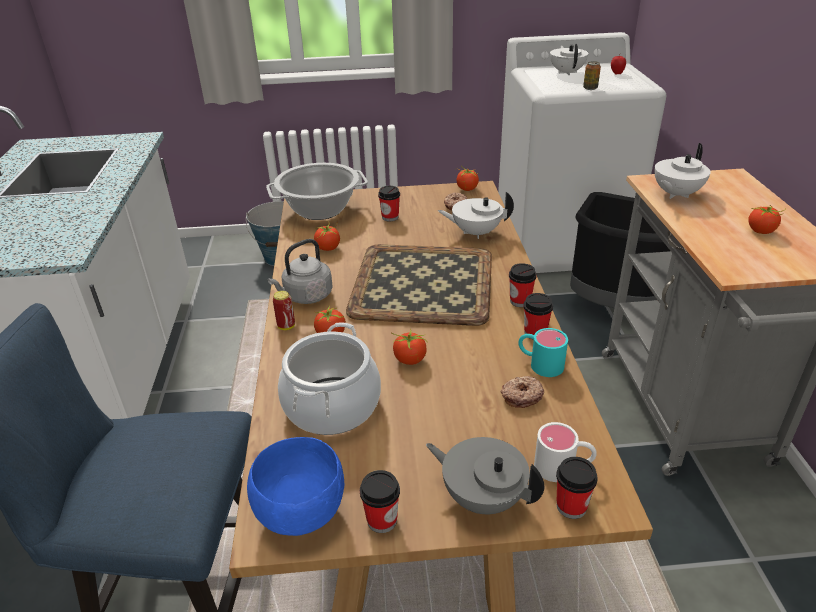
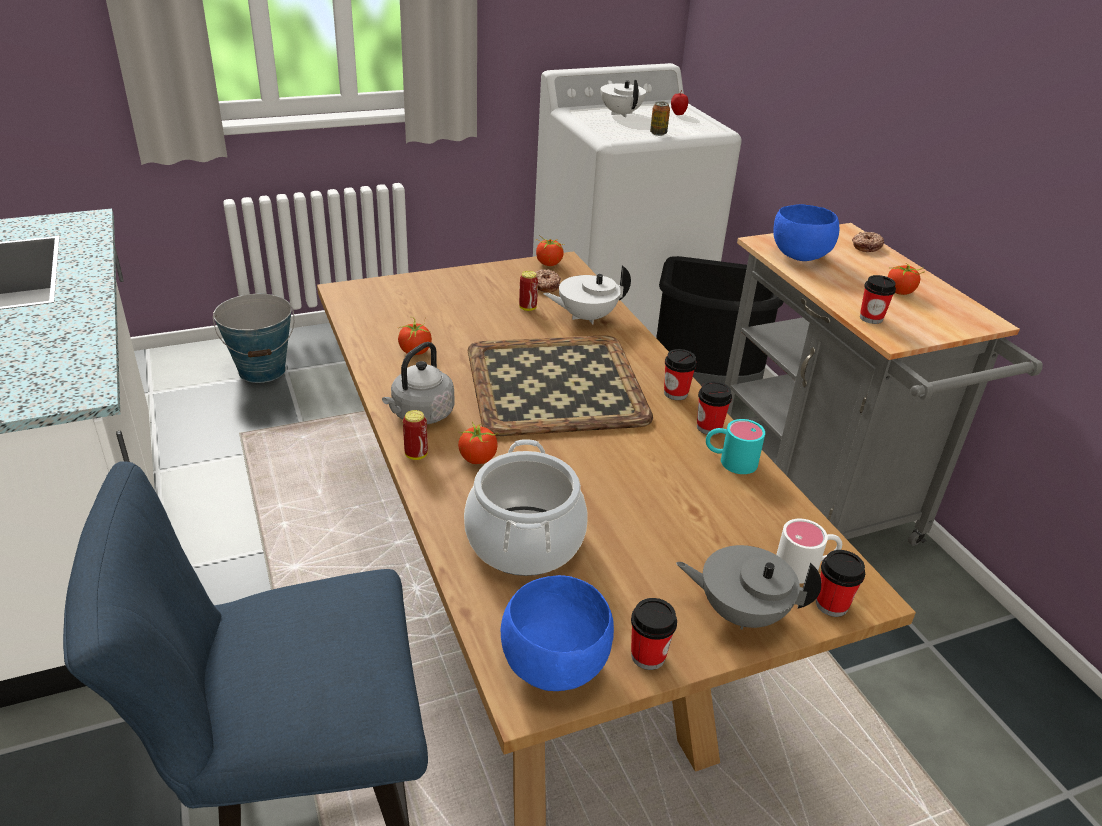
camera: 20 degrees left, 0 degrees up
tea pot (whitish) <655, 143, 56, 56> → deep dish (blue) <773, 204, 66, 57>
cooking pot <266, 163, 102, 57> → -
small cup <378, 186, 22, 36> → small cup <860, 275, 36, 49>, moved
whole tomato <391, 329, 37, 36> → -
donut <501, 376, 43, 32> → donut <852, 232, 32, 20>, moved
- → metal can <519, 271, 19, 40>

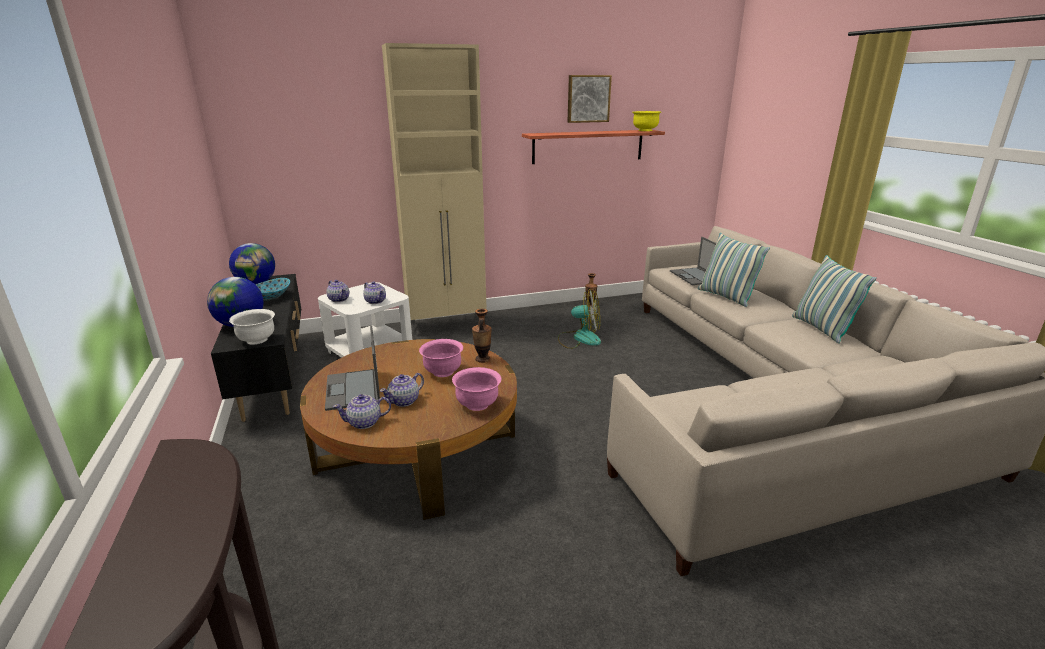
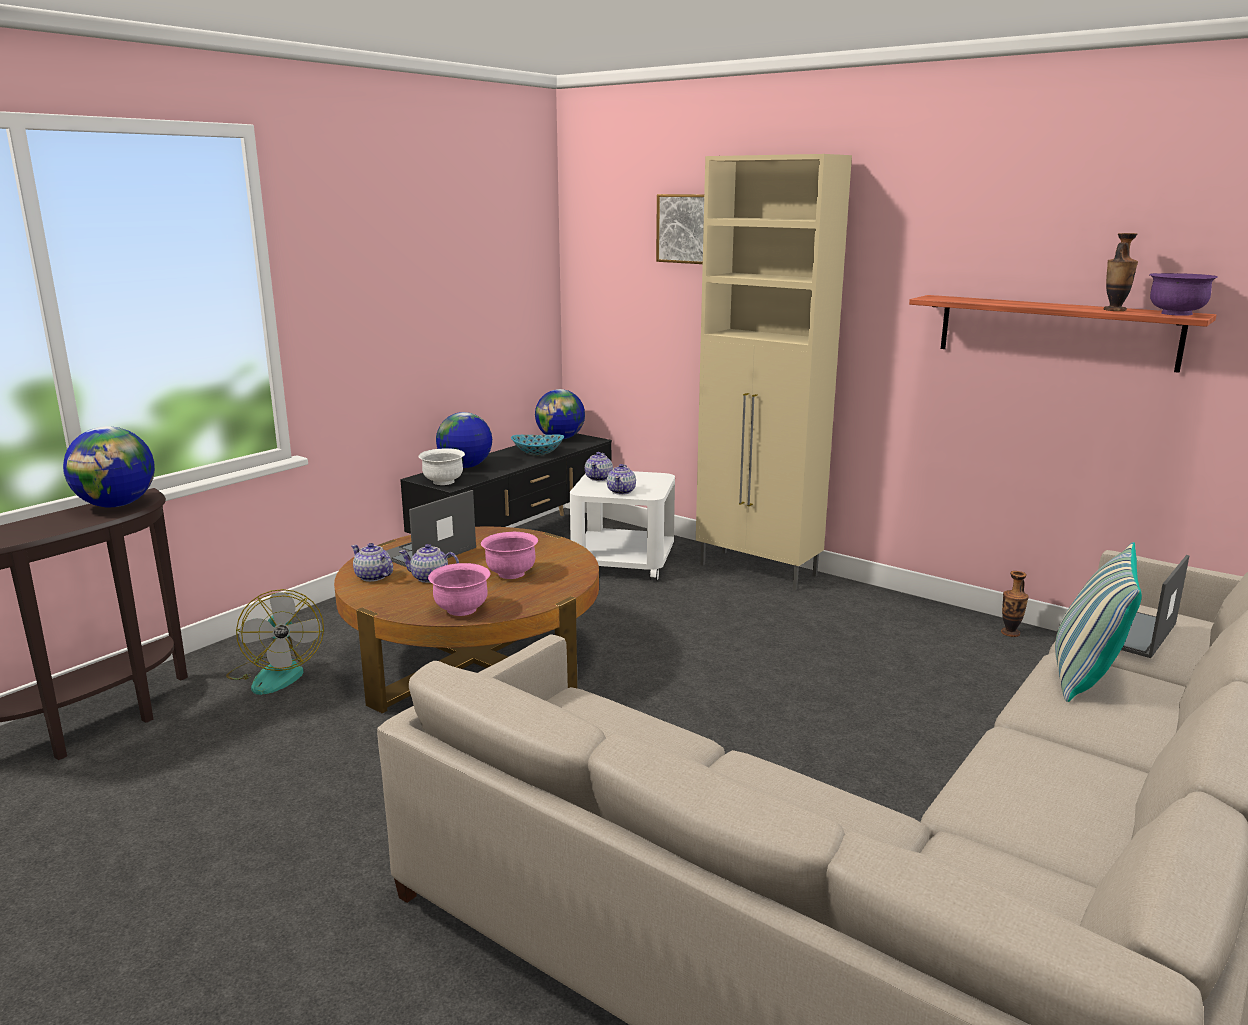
camera: 55 degrees right, 5 degrees down
wall picture <567, 75, 45, 48> → wall picture <656, 194, 48, 70>, moved
deep dish (yellow) <633, 111, 28, 20> → deep dish (purple) <1149, 273, 69, 43>
cushion <792, 255, 85, 88> → -
electric fan <558, 289, 43, 60> → electric fan <226, 589, 98, 106>, moved
decorative vase <472, 309, 20, 54> → decorative vase <1104, 233, 34, 78>, moved
- → desk globe <63, 426, 92, 81>

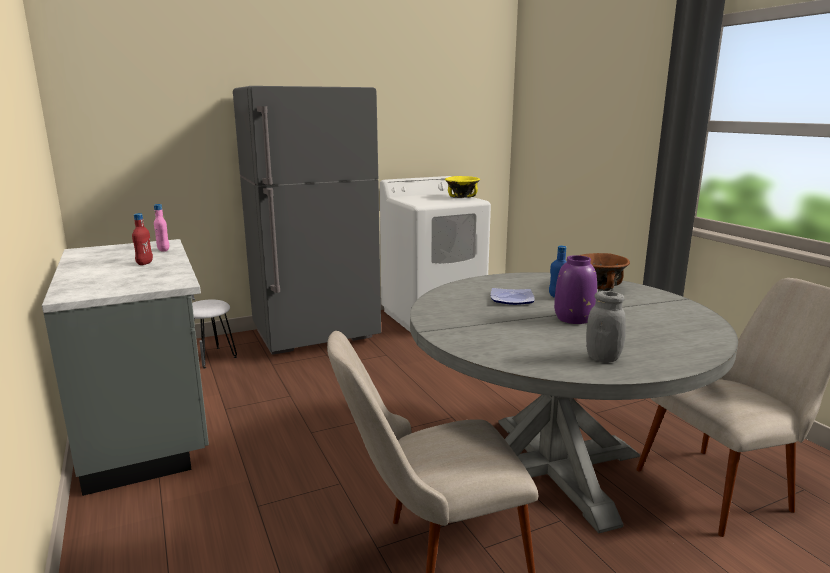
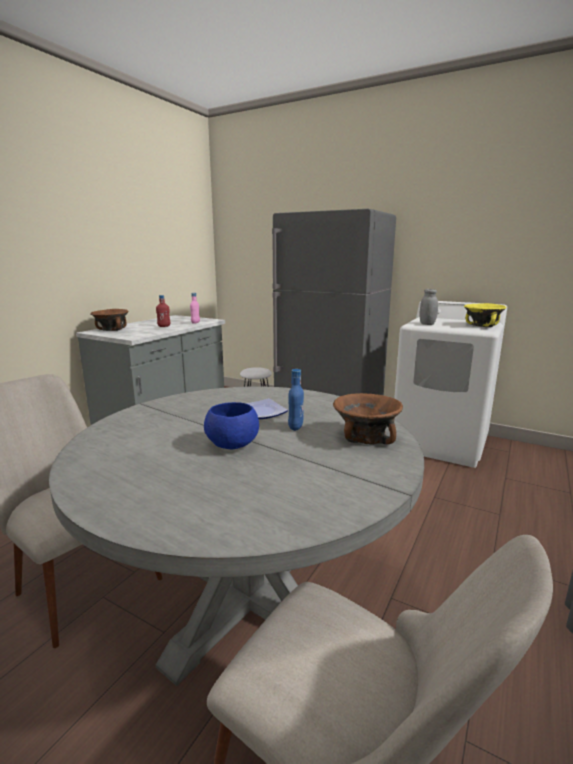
camera: 55 degrees right, 0 degrees up
decorative vase (purple) <554, 255, 43, 69> → deep dish (blue) <204, 402, 55, 47>
jar (gray) <586, 291, 40, 71> → jar (gray) <419, 289, 19, 36>, moved
- → deep dish (brown) <90, 309, 39, 22>

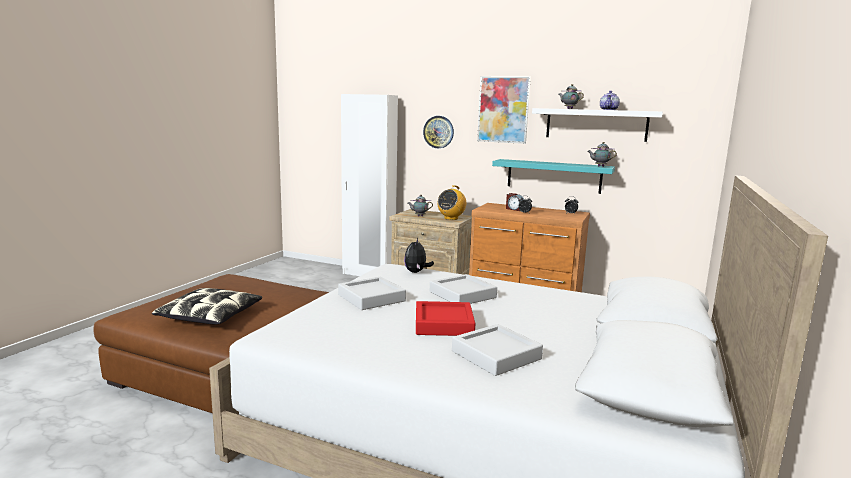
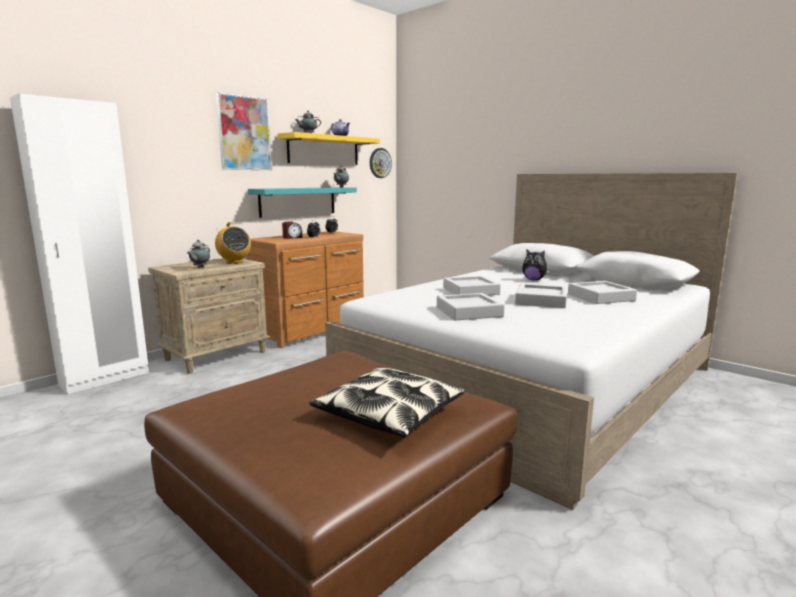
camera: 70 degrees left, 0 degrees up
bracket shelf (whitish) <532, 108, 131, 34> → bracket shelf (yellow) <277, 132, 103, 33>
hanging clock <423, 116, 31, 32> → hanging clock <370, 148, 22, 30>, moved
soft toy <404, 238, 30, 35> → soft toy <522, 250, 29, 30>, moved
carrying tray (red) <416, 301, 59, 35> → carrying tray (gray) <515, 284, 52, 24>

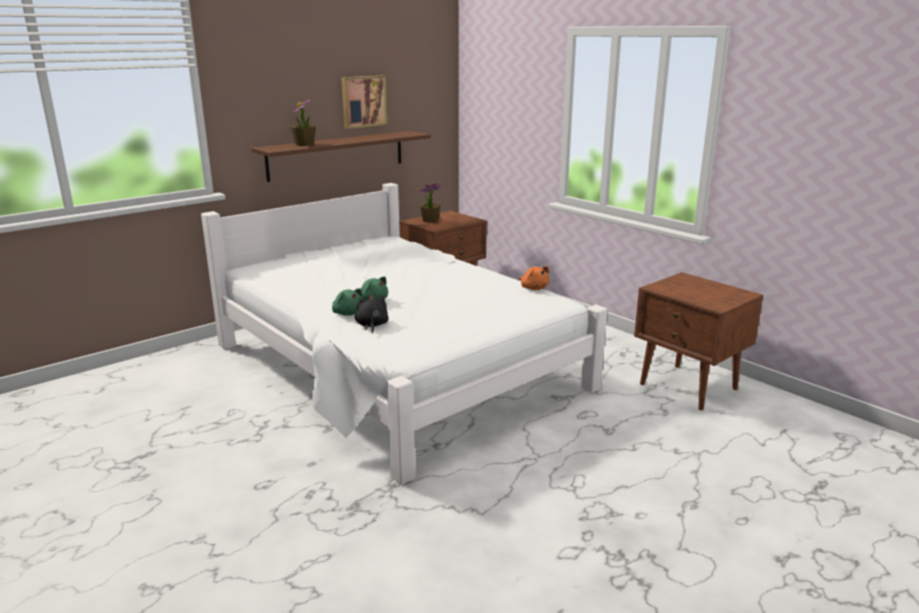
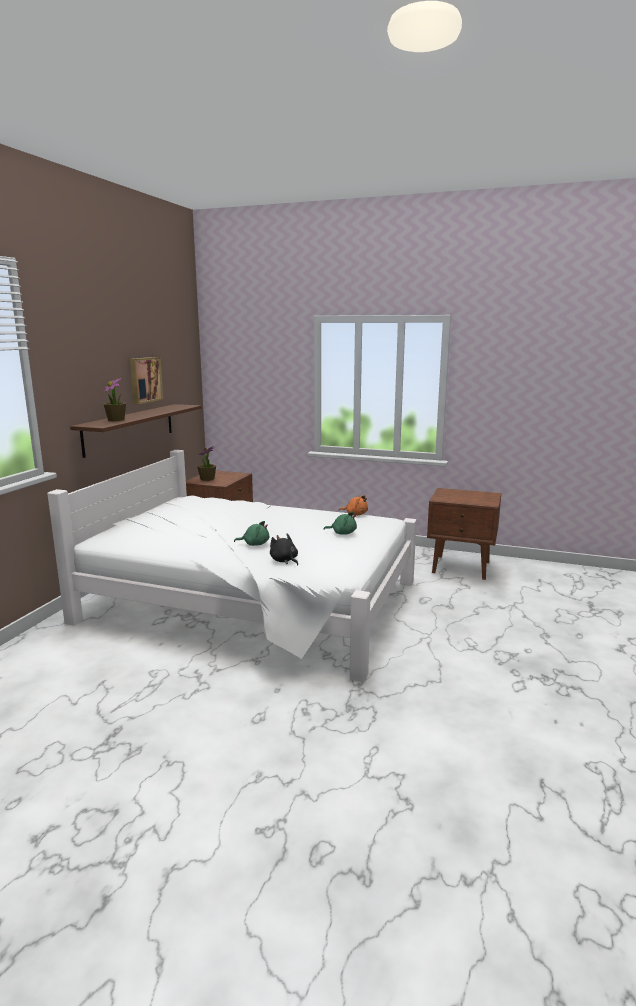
camera: 30 degrees left, 5 degrees down
soft toy (green-coloured) <332, 288, 31, 28> → soft toy (green-coloured) <323, 512, 34, 23>, moved

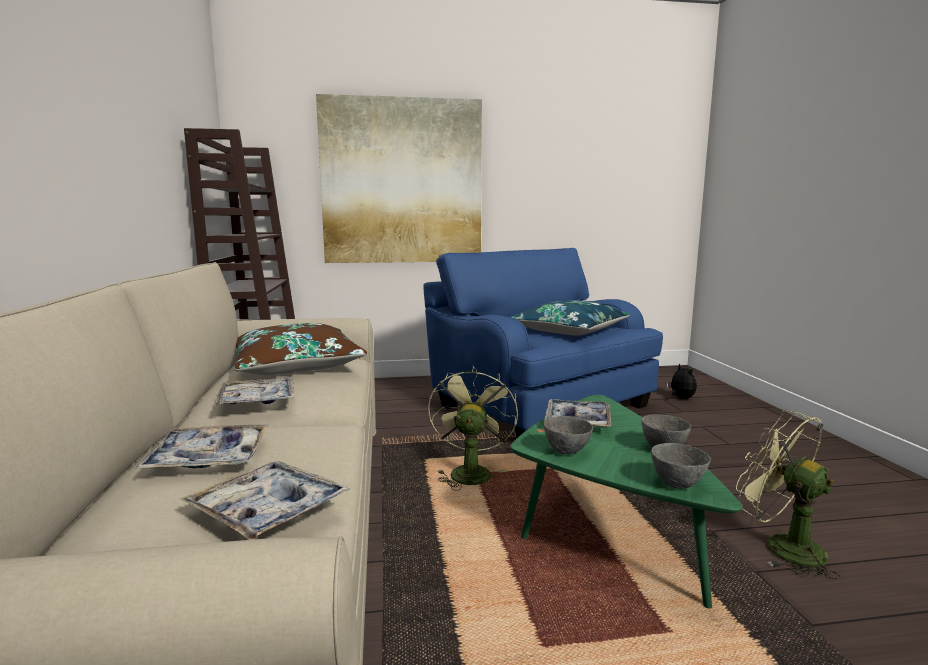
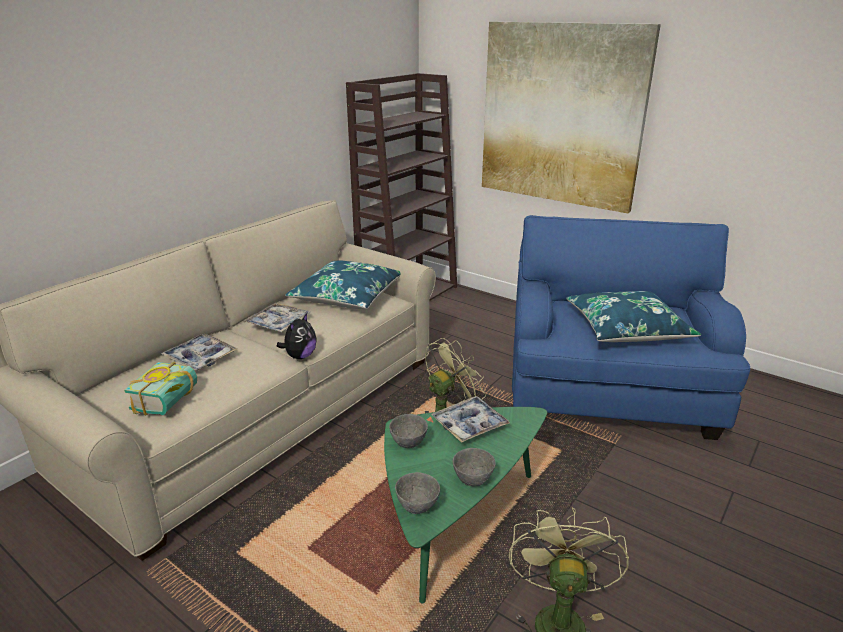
camera: 45 degrees right, 15 degrees up
cushion (brown) <234, 323, 133, 52> → cushion (blue) <285, 260, 116, 49>
soft toy <667, 364, 30, 35> → soft toy <277, 313, 40, 46>, moved
carrying tray <180, 461, 170, 79> → volume <124, 362, 73, 54>

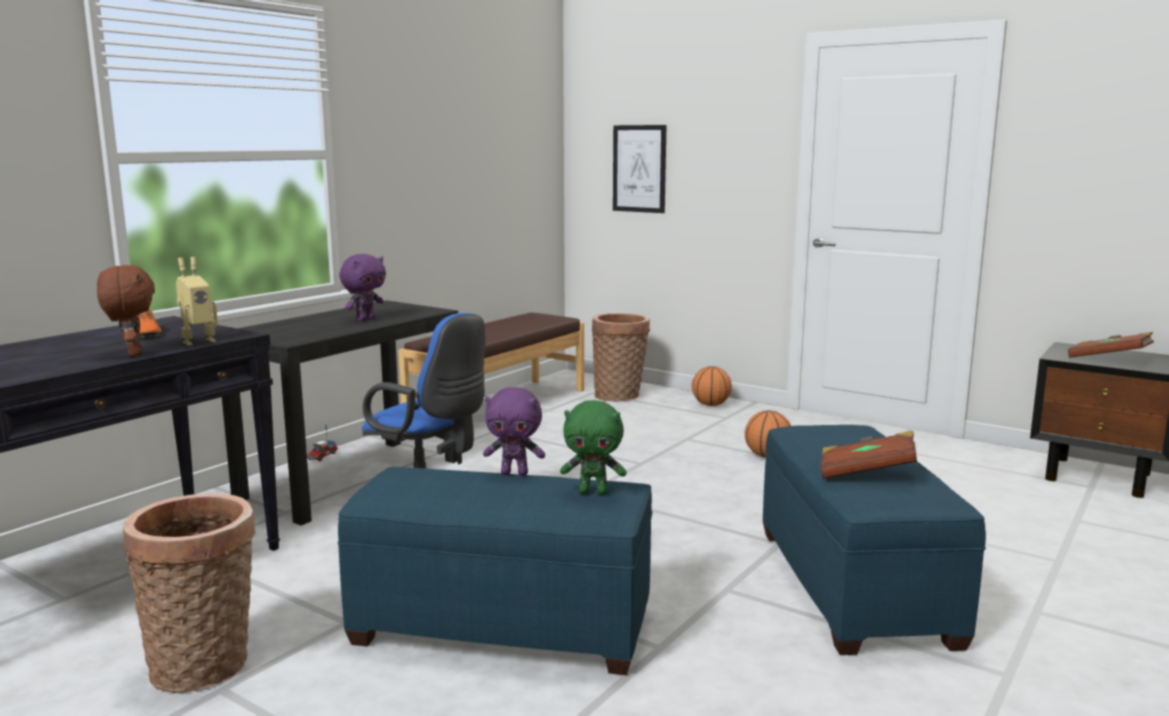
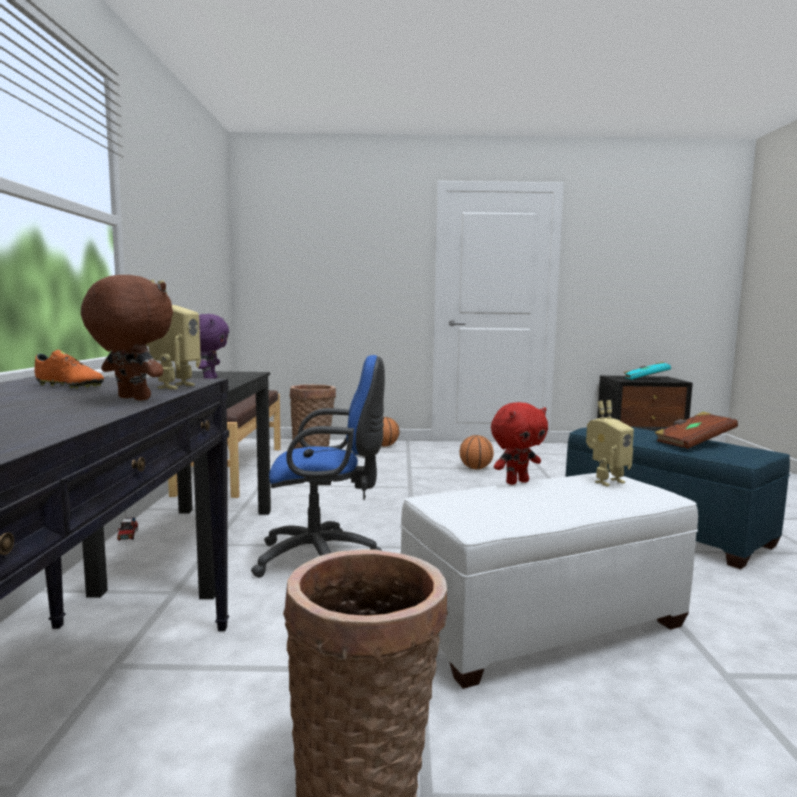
camera: 35 degrees left, 5 degrees down
wall picture <613, 125, 53, 88> → -
volume (brown) <1068, 332, 86, 26> → volume (turquoise) <624, 362, 47, 18>
soft toy (purple) <483, 387, 62, 89> → soft toy (red) <491, 402, 57, 83>
soft toy (green-coloured) <560, 400, 67, 95> → toy robot <586, 400, 48, 86>
ottoman (blue) <338, 467, 315, 208> → ottoman (whitish) <400, 472, 298, 217>

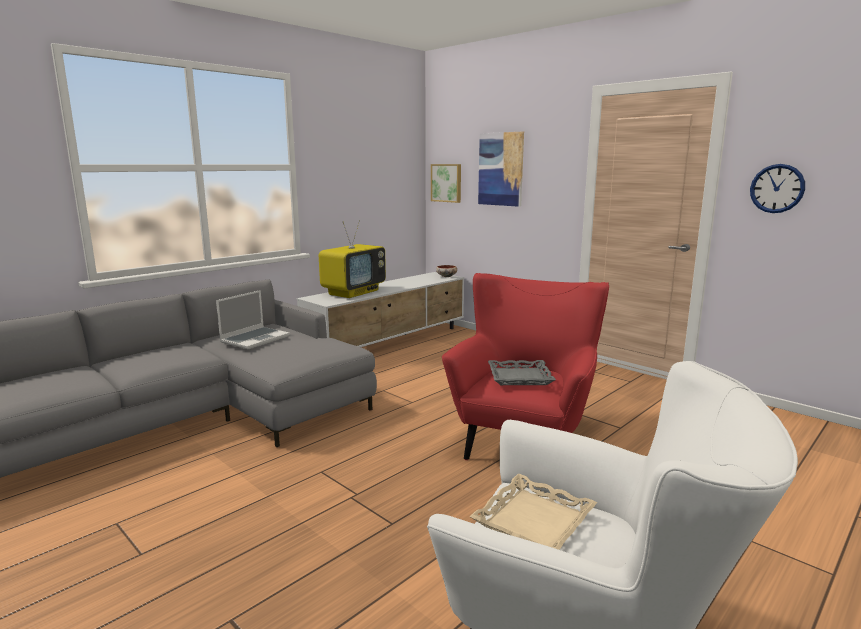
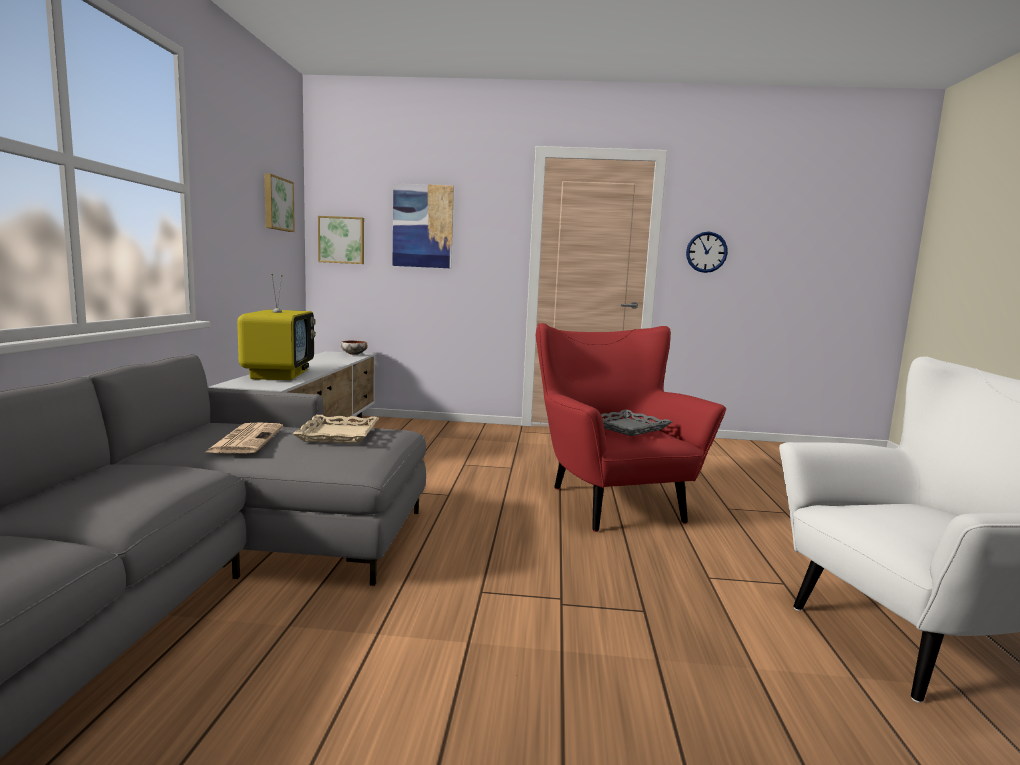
camera: 40 degrees left, 5 degrees down
notebook computer <216, 290, 74, 59> → newspaper <204, 422, 79, 31>
carrying tray (beige) <469, 474, 128, 76> → carrying tray (beige) <293, 415, 86, 28>, moved
- → wall picture <264, 173, 31, 59>

